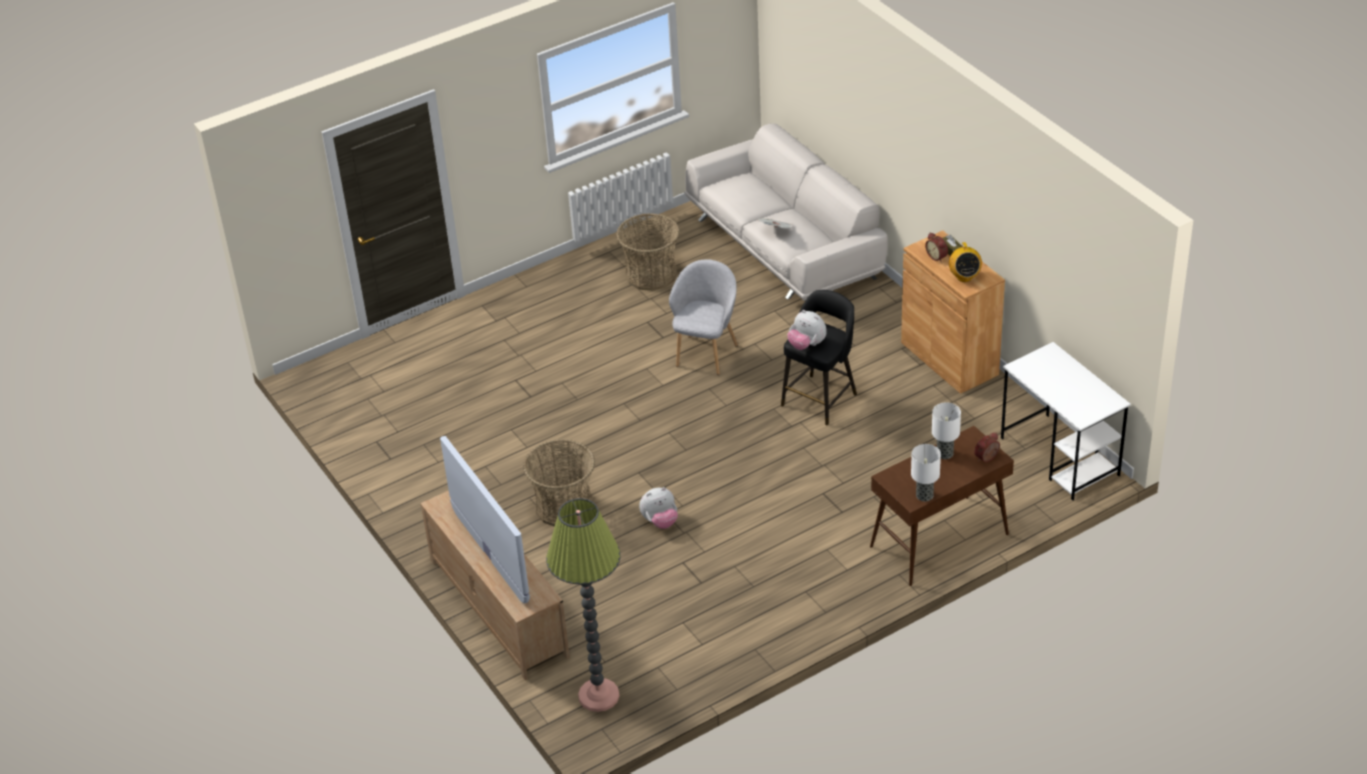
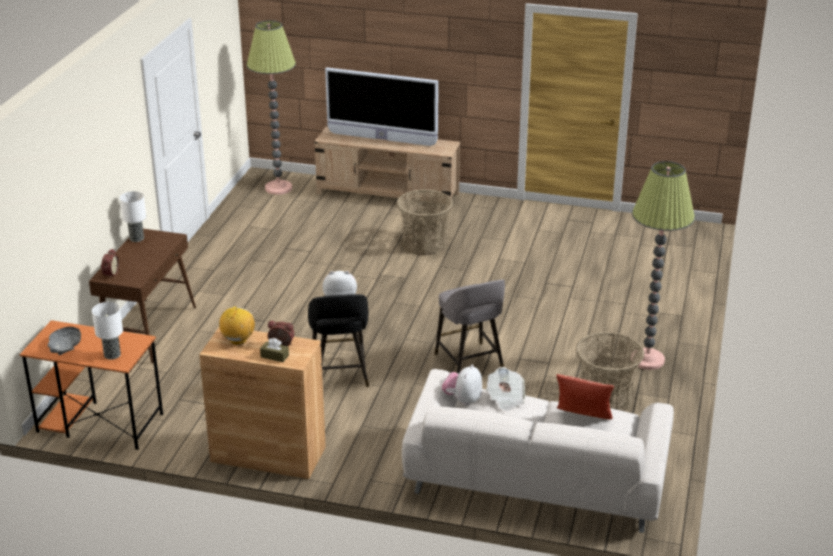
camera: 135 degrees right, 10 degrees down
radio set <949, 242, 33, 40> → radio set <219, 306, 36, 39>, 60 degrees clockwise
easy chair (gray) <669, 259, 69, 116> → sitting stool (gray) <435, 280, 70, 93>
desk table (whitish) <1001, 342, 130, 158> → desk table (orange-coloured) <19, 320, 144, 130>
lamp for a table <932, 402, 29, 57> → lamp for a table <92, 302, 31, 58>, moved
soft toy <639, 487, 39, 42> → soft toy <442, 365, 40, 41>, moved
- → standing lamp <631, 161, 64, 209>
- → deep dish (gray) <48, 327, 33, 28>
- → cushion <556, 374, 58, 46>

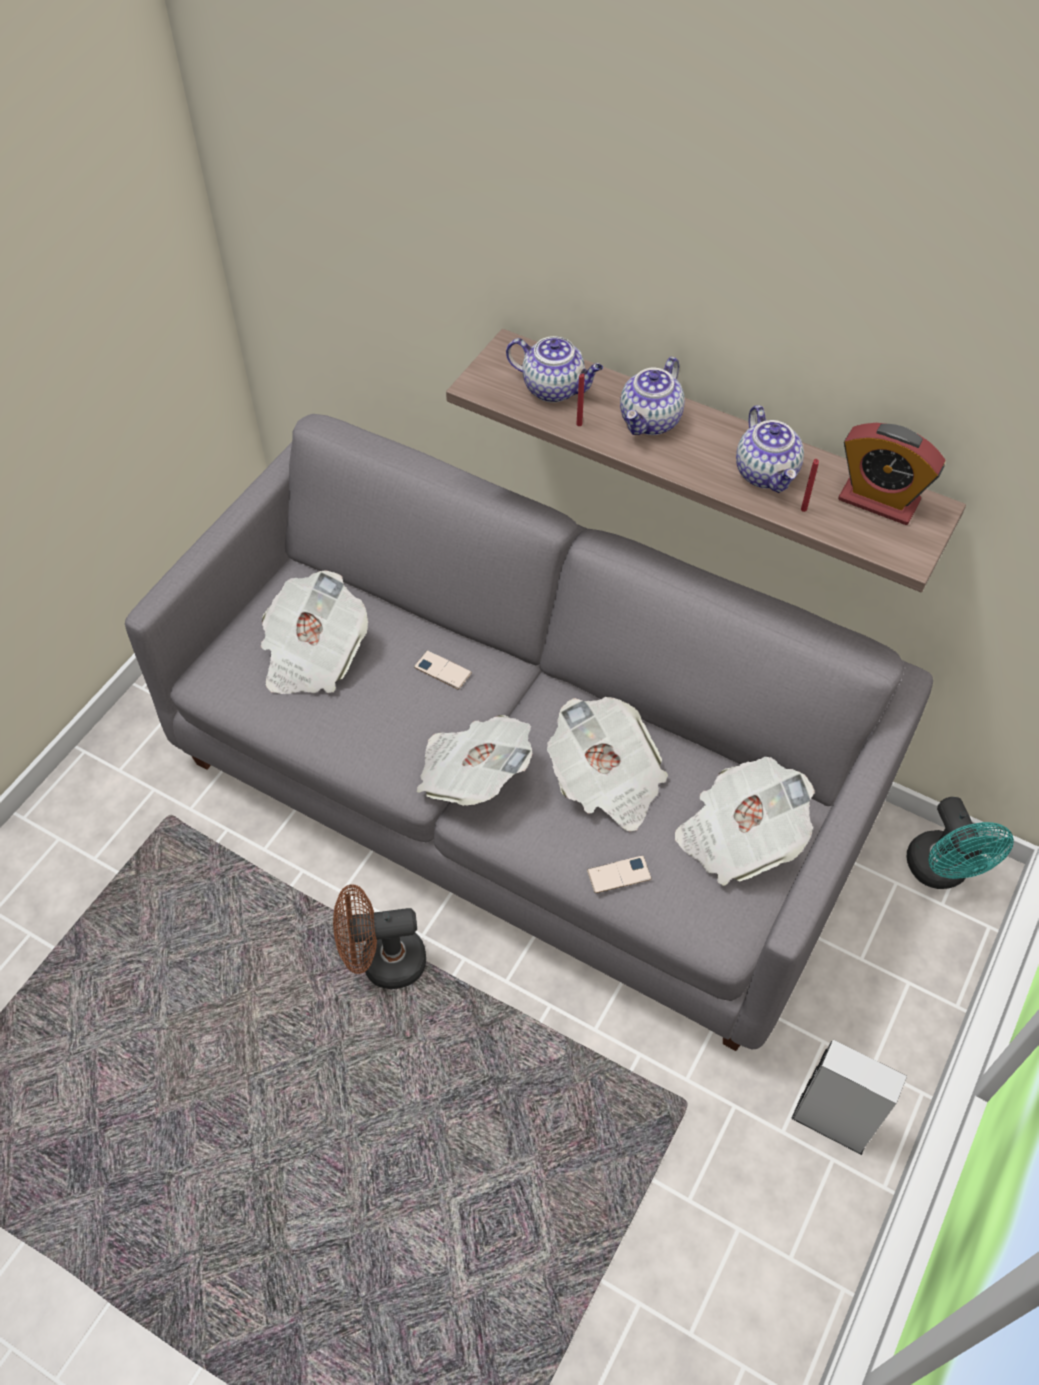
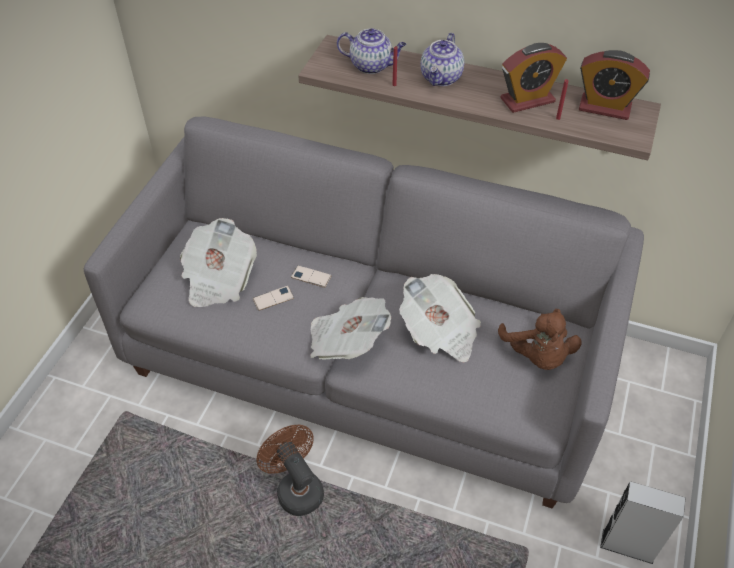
camera: 10 degrees left, 5 degrees down
tea pot <736, 405, 68, 88> → bedside clock <501, 43, 66, 70>
newspaper <675, 757, 140, 129> → soft toy (brown) <498, 309, 84, 61>
electric fan (turquoise) <907, 797, 107, 92> → -
handset <587, 856, 65, 37> → handset <253, 286, 41, 25>, moved
electric fan (brown) <333, 884, 93, 105> → electric fan (brown) <257, 425, 67, 91>, 75 degrees clockwise

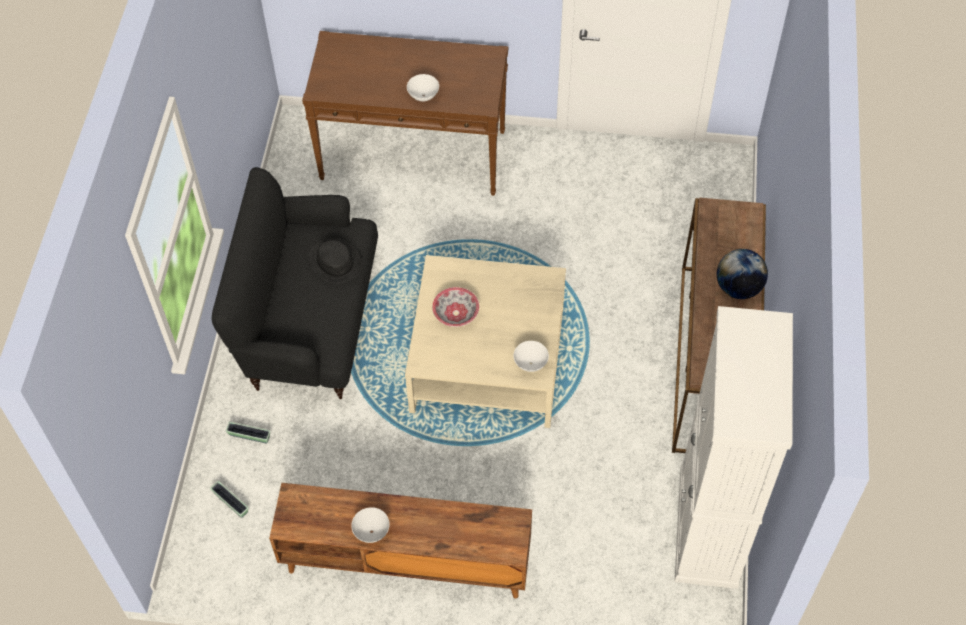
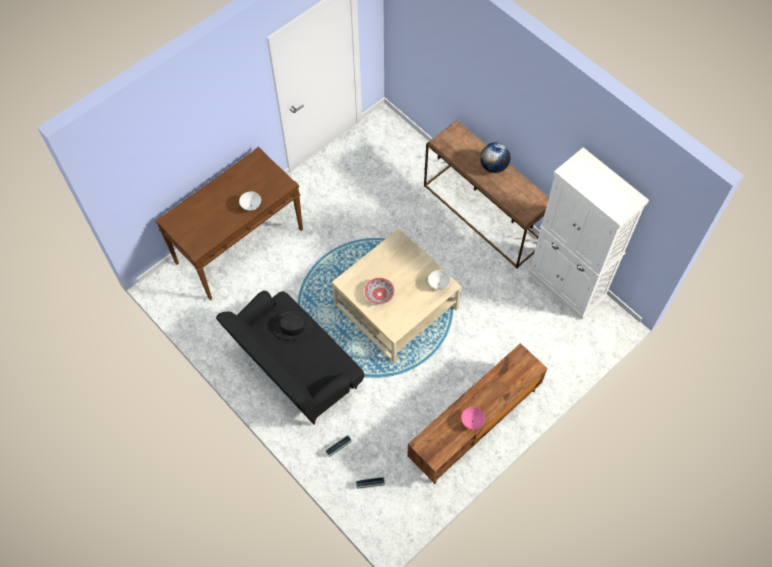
camera: 50 degrees left, 5 degrees up
deep dish (whitish) <351, 507, 39, 36> → deep dish (pink) <461, 407, 24, 23>

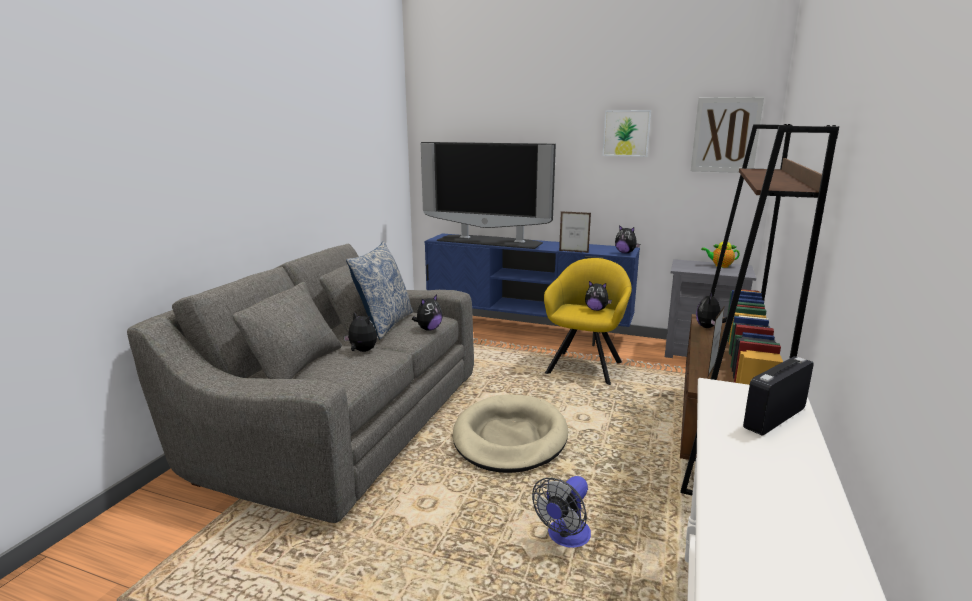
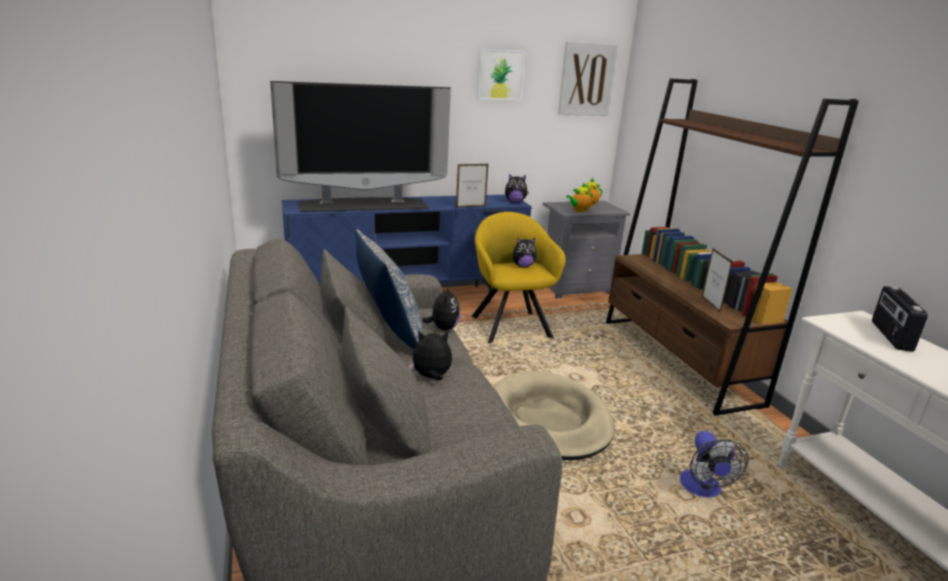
camera: 40 degrees left, 5 degrees up
soft toy <696, 292, 31, 36> → -
- → tea pot <566, 182, 27, 30>

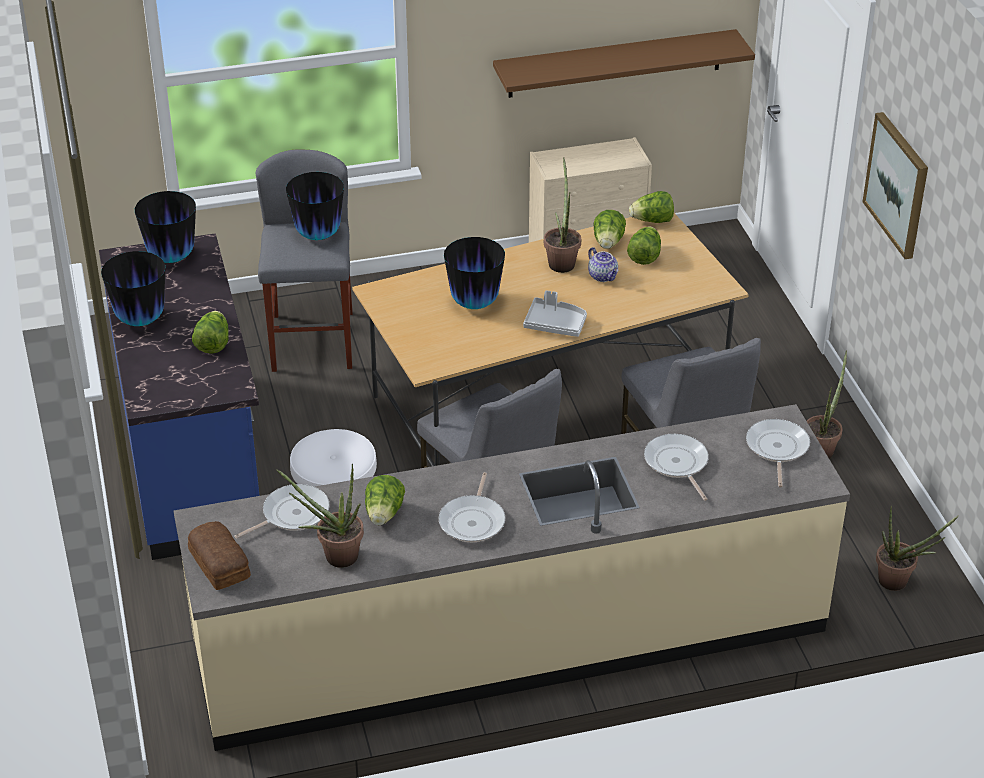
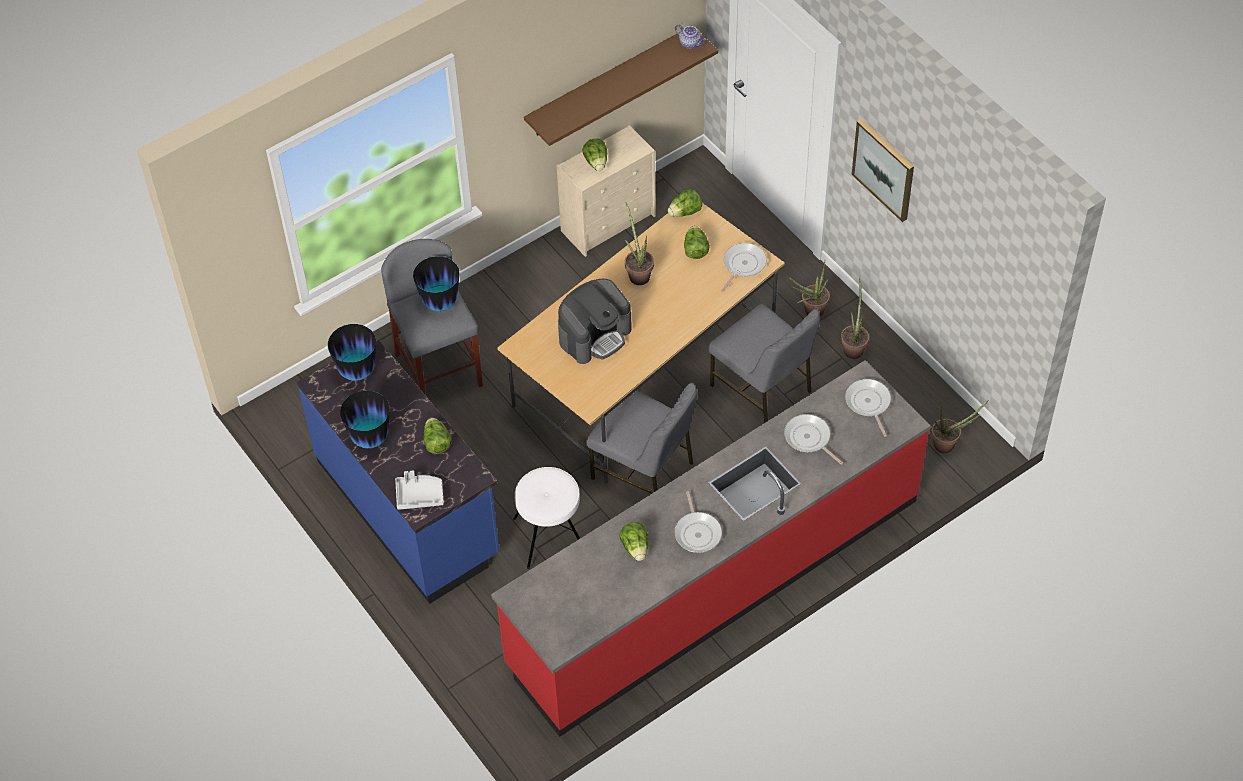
camera: 20 degrees left, 15 degrees up
lettuce head <594, 210, 32, 39> → lettuce head <582, 138, 25, 33>, moved
decorative vase <444, 237, 61, 72> → coffee maker <558, 279, 74, 85>
tea pot <588, 247, 30, 35> → tea pot <675, 24, 31, 25>, moved
carrying tray (gray) <523, 290, 64, 47> → carrying tray (gray) <395, 471, 49, 39>, moved
counter (beige) <174, 404, 676, 347> → counter (red) <491, 360, 440, 377>
houseplant <277, 464, 87, 104> → houseplant <788, 261, 42, 55>, moved
skillet <234, 484, 96, 55> → skillet <721, 243, 46, 49>, moved
bread <188, 521, 63, 69> → -

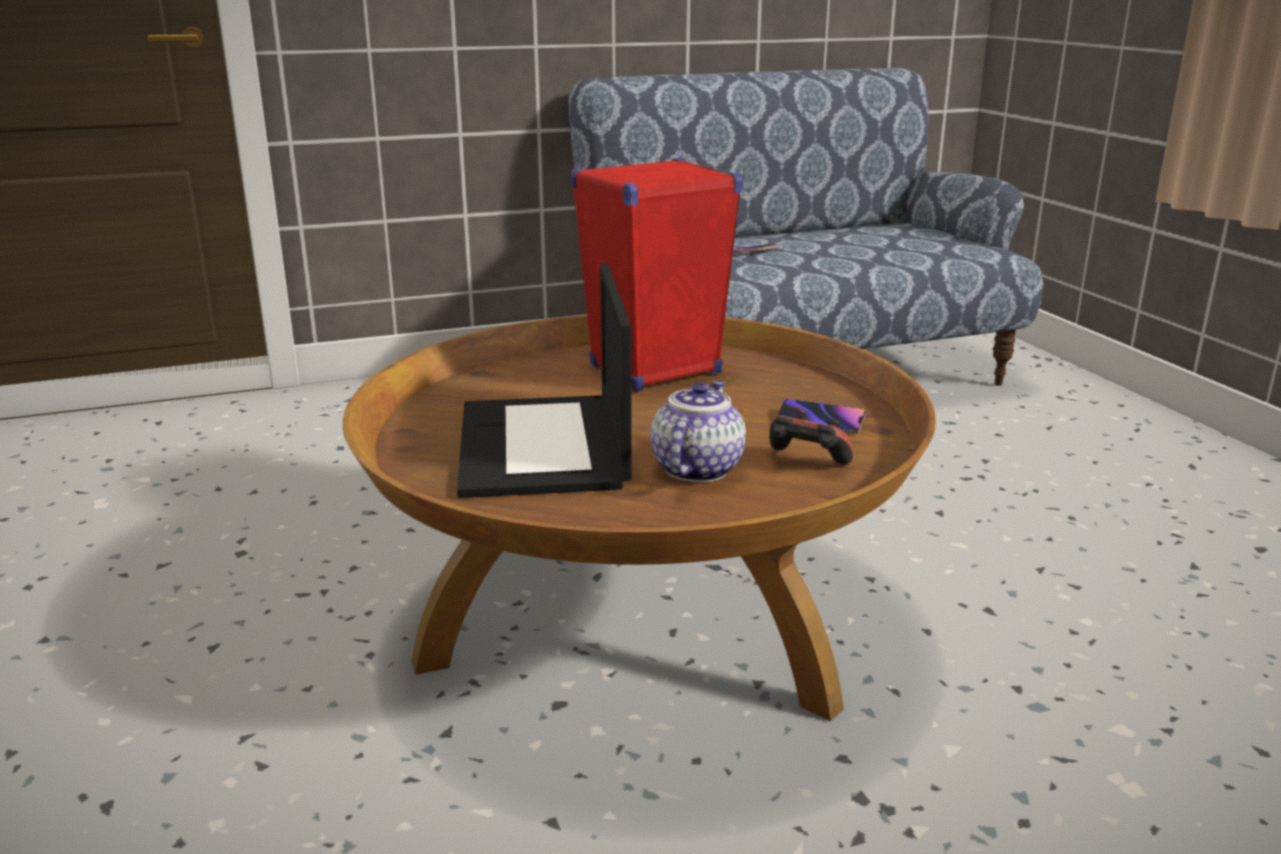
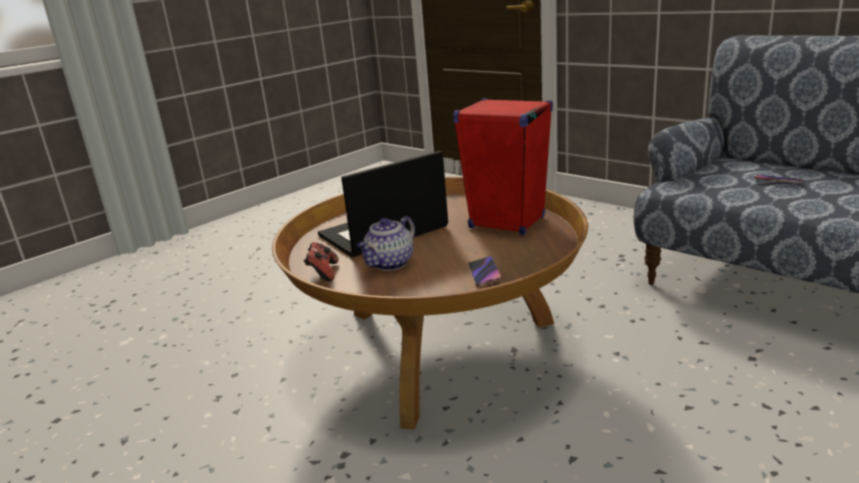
camera: 65 degrees right, 0 degrees up
tea pot <650, 380, 96, 102> → tea pot <357, 216, 58, 55>, 135 degrees clockwise
gamepad <769, 415, 84, 50> → gamepad <304, 242, 35, 39>, moved

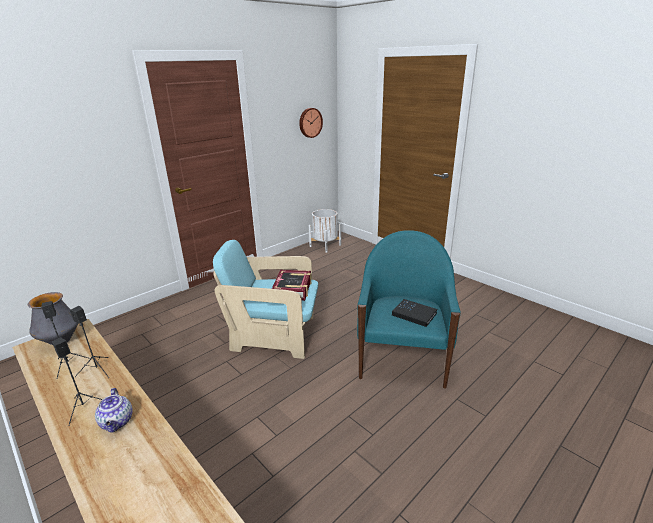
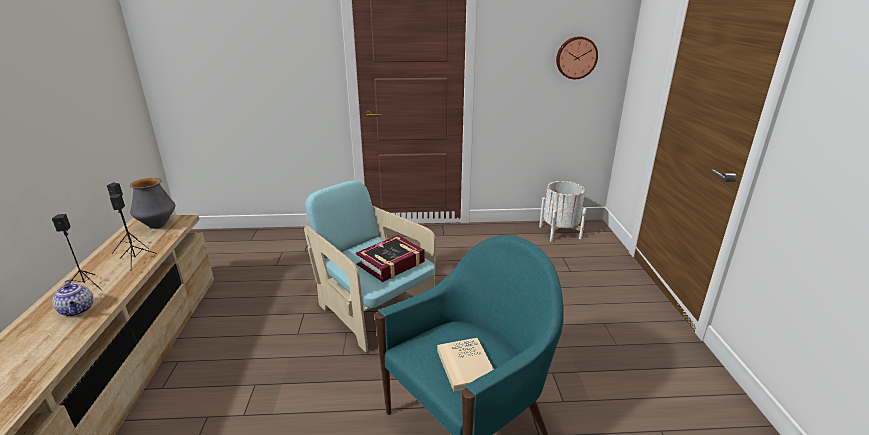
camera: 40 degrees right, 0 degrees up
volume (black) <392, 299, 45, 28> → volume (beige) <437, 338, 57, 54>
tea pot <95, 388, 38, 45> → tea pot <52, 280, 41, 36>, 60 degrees counterclockwise

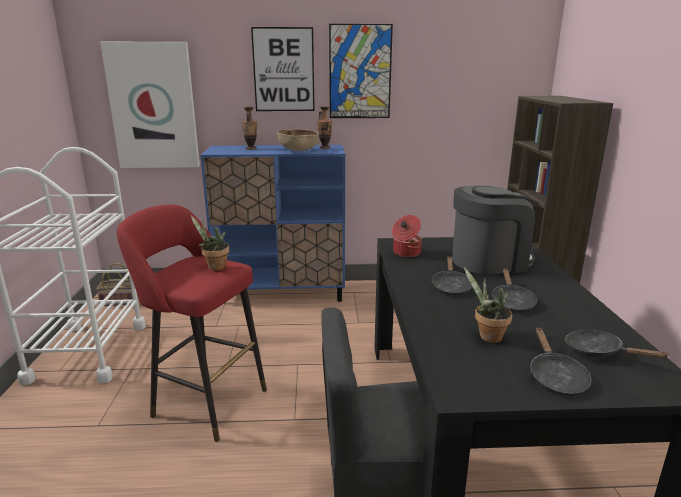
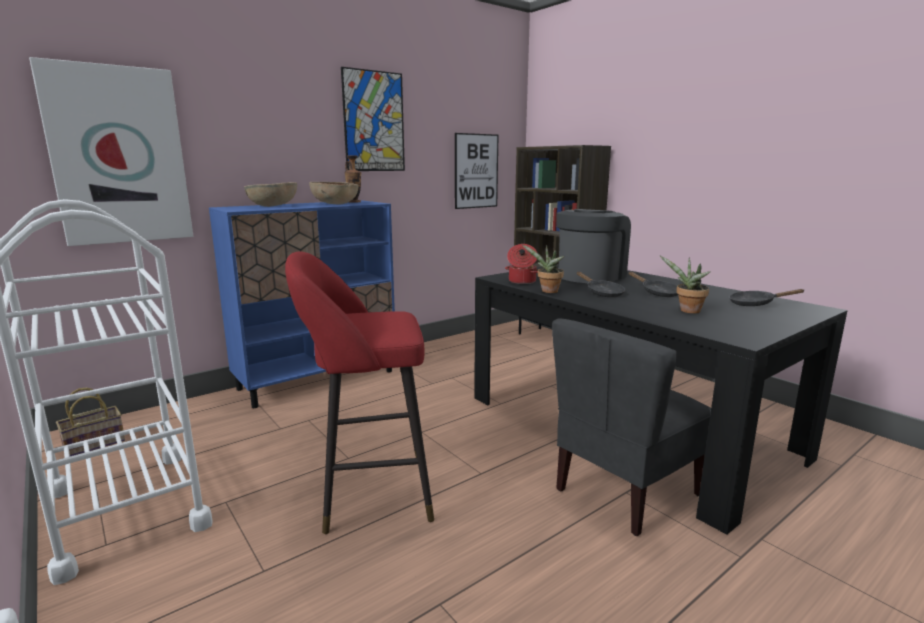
camera: 35 degrees left, 5 degrees down
wall picture <251, 27, 64, 84> → wall picture <455, 133, 44, 76>, moved
decorative vase <242, 107, 15, 43> → deep dish (brown) <244, 182, 53, 25>
houseplant <191, 216, 38, 55> → houseplant <522, 244, 43, 49>, moved
skillet (black) <531, 327, 61, 69> → -

